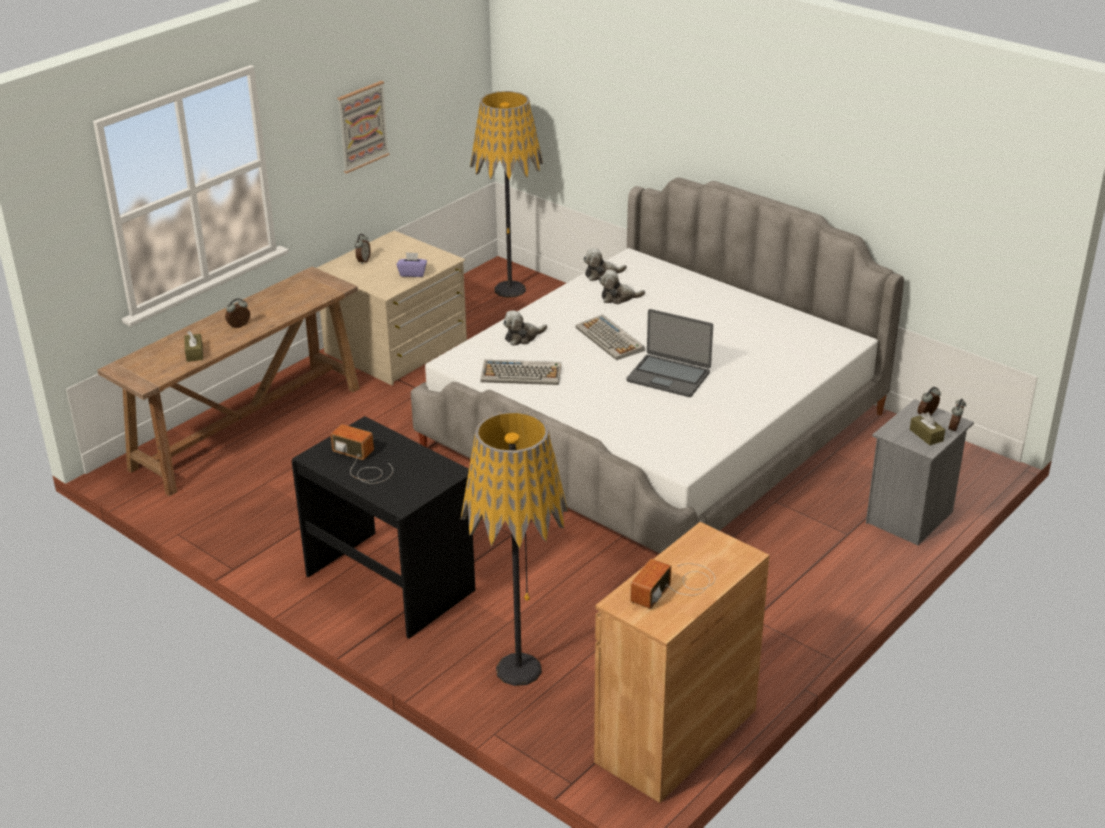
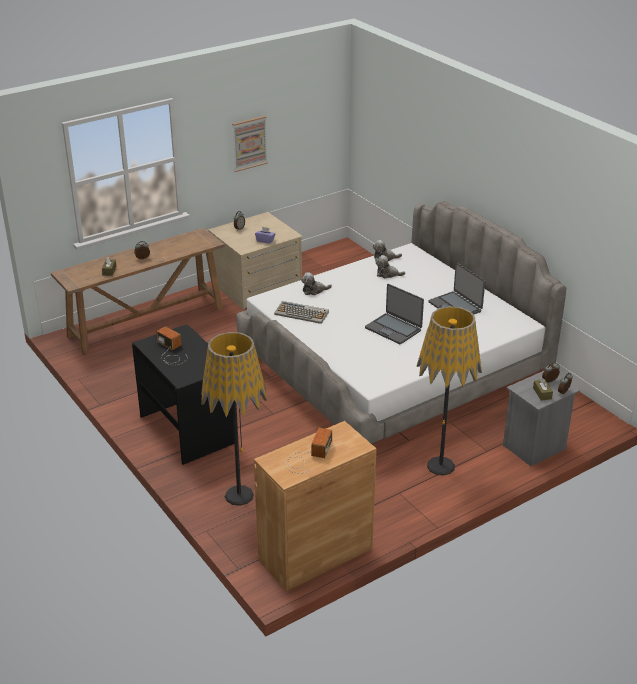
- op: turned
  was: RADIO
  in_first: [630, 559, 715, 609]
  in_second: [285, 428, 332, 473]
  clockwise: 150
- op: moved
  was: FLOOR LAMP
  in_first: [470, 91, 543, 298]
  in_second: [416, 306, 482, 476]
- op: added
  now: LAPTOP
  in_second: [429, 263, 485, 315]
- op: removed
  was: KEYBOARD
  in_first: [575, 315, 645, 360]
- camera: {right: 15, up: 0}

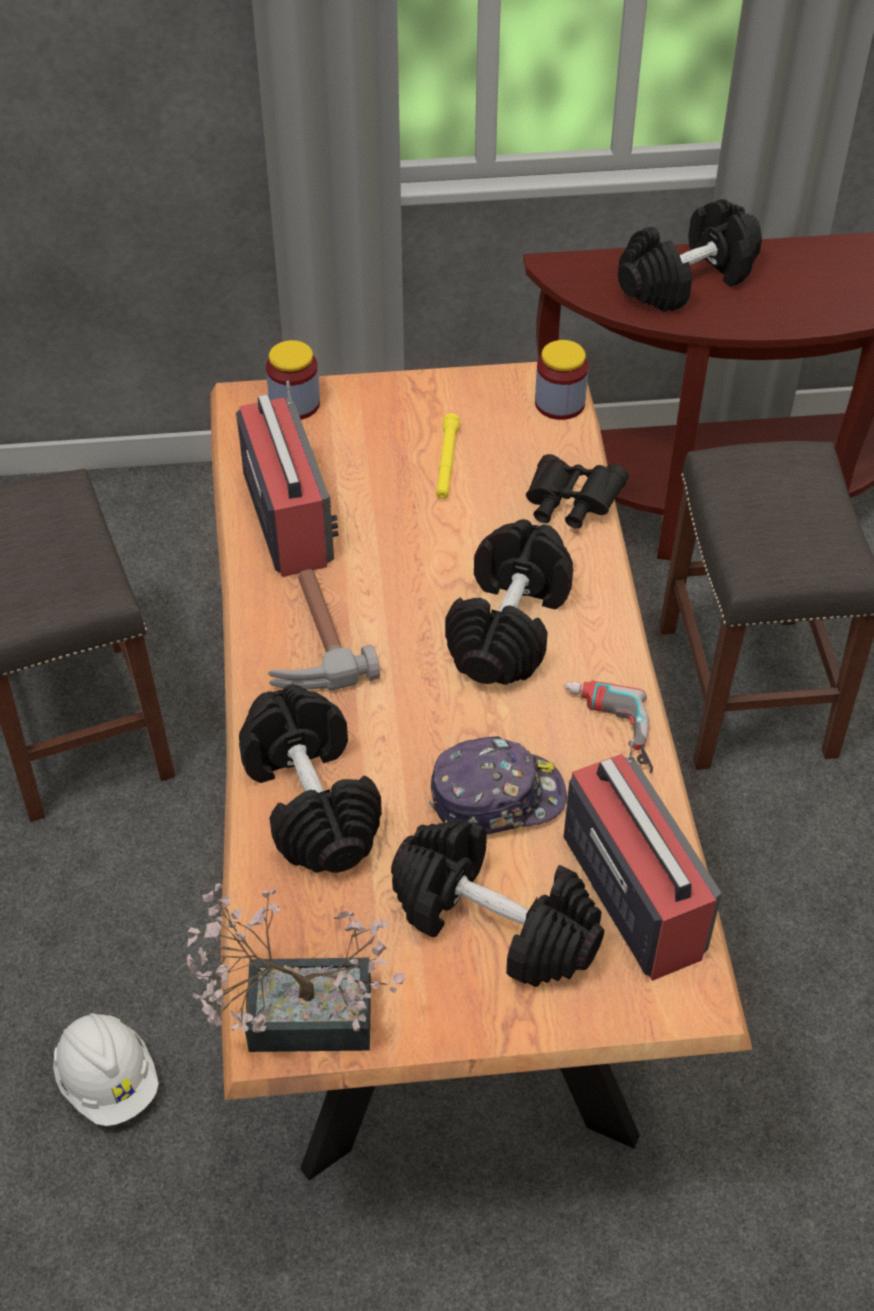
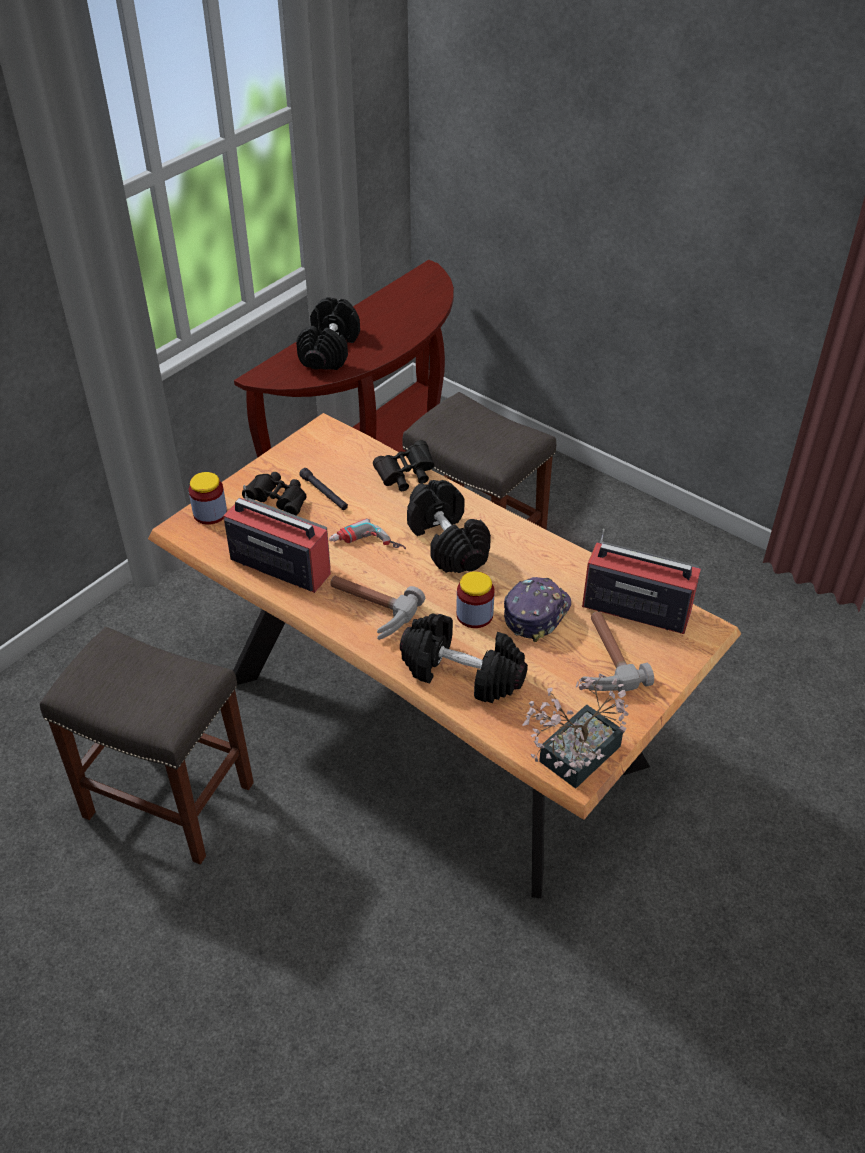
- op: added
  now: BLACK BINOCULARS
  in_second: [242, 472, 307, 516]
- op: recoloured
  was: YELLOW FLASHLIGHT
  now: BLACK FLASHLIGHT
  in_first: [436, 413, 460, 499]
  in_second: [299, 468, 348, 510]
- op: moved
  was: POWER DRILL
  in_first: [564, 680, 653, 774]
  in_second: [329, 518, 406, 549]
- op: moved
  was: JAR
  in_first: [535, 340, 589, 420]
  in_second: [456, 571, 495, 628]
- op: replaced
  was: BLACK DUMBBELL
  now: HAMMER
  in_first: [391, 820, 604, 987]
  in_second: [581, 612, 654, 692]
- op: removed
  was: WHITE HARD HAT
  in_first: [53, 1013, 159, 1126]
- camera: {right: -45, up: -5}

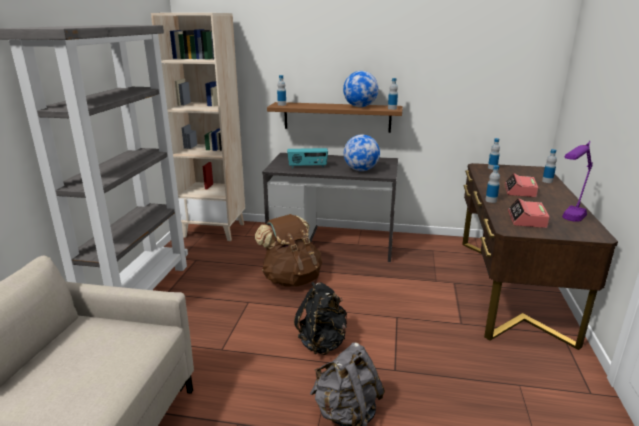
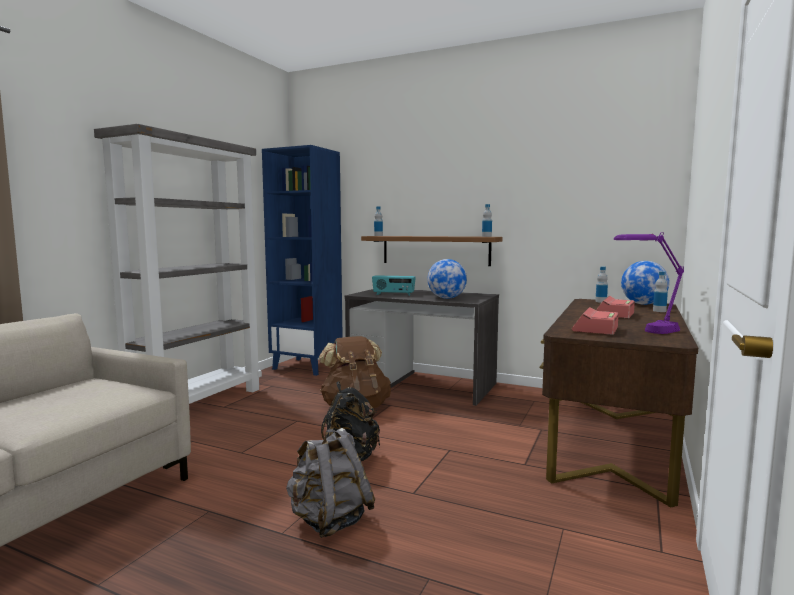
- op: recoloured
  was: BEIGE BOOKCASE
  now: BLUE BOOKCASE
  in_first: [151, 13, 245, 241]
  in_second: [262, 145, 343, 376]
- op: moved
  was: GLOBE
  in_first: [343, 71, 378, 107]
  in_second: [621, 261, 670, 305]
- op: removed
  was: BOTTLE
  in_first: [485, 165, 500, 203]
- camera: {right: 15, up: -15}

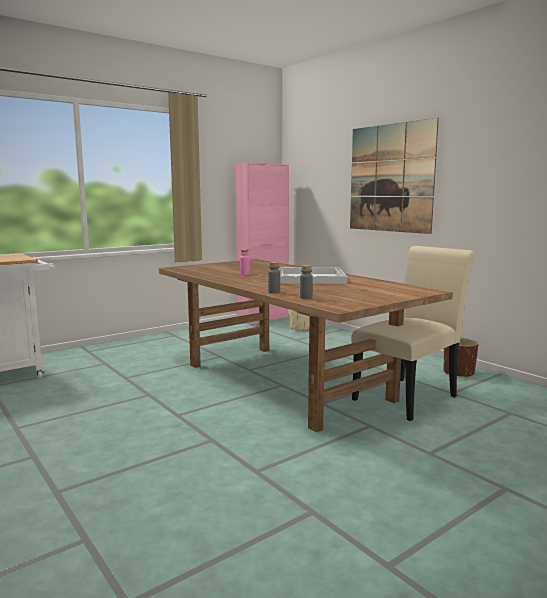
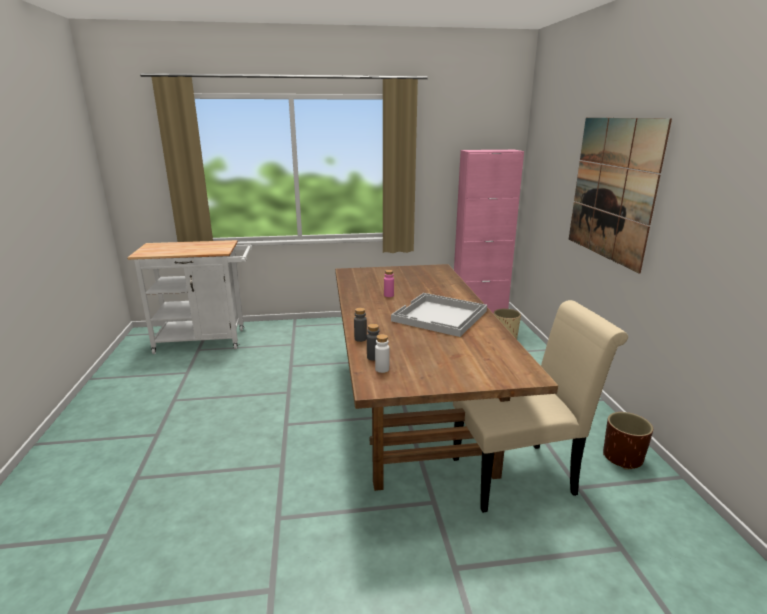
- op: added
  now: WHITE BOTTLE
  in_second: [375, 334, 389, 373]
- camera: {right: 30, up: 10}

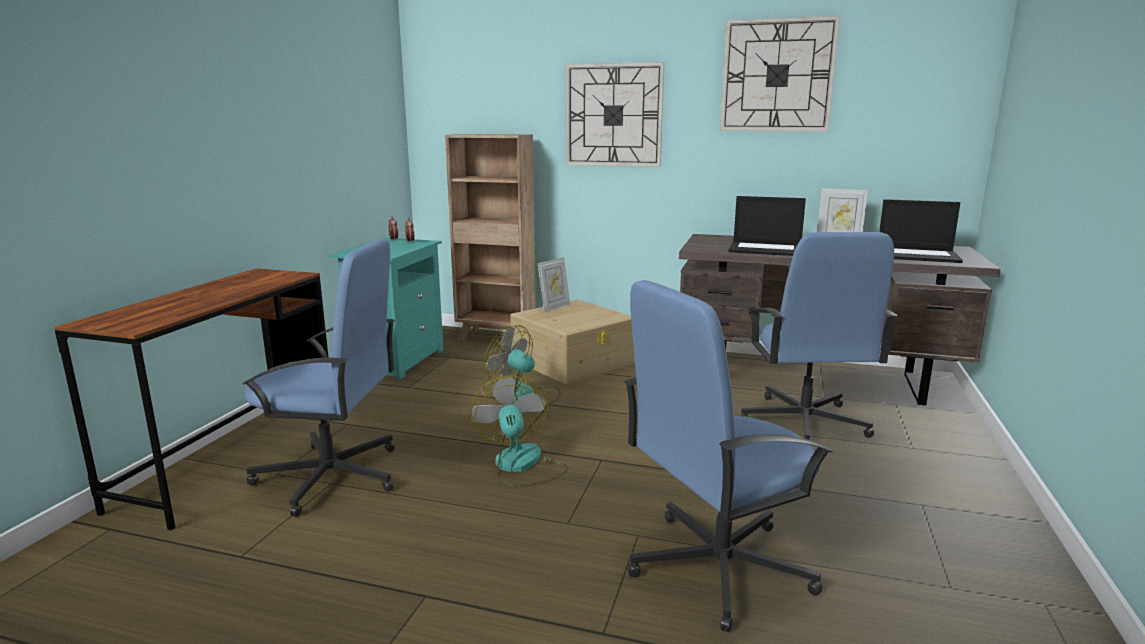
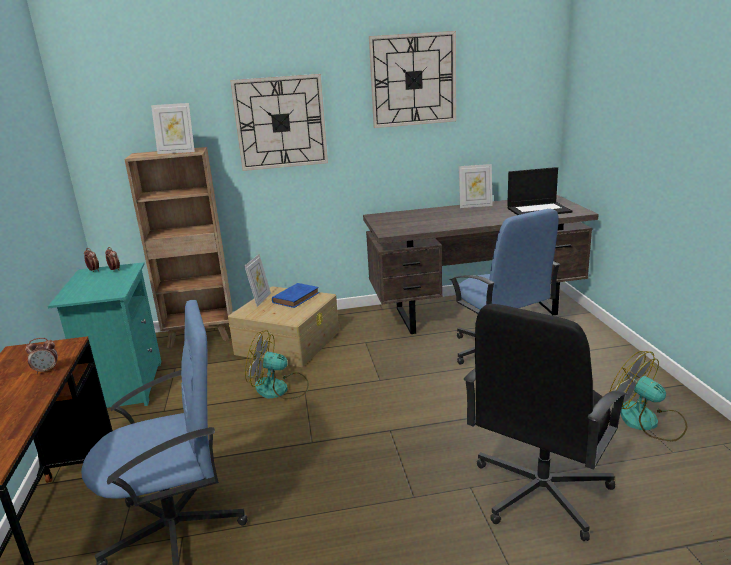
- op: added
  now: ALARM CLOCK
  in_second: [25, 338, 58, 374]
- op: added
  now: PICTURE FRAME
  in_second: [151, 103, 195, 154]
- op: added
  now: BLUE BOOK
  in_second: [272, 283, 319, 308]
- op: recoloured
  was: BLUE OFFICE CHAIR
  now: BLACK OFFICE CHAIR
  in_first: [624, 280, 833, 632]
  in_second: [464, 304, 628, 541]
- op: moved
  was: FAN
  in_first: [469, 375, 568, 487]
  in_second: [610, 351, 687, 441]
- op: removed
  was: LAPTOP
  in_first: [729, 196, 806, 256]
- camera: {right: -25, up: 5}

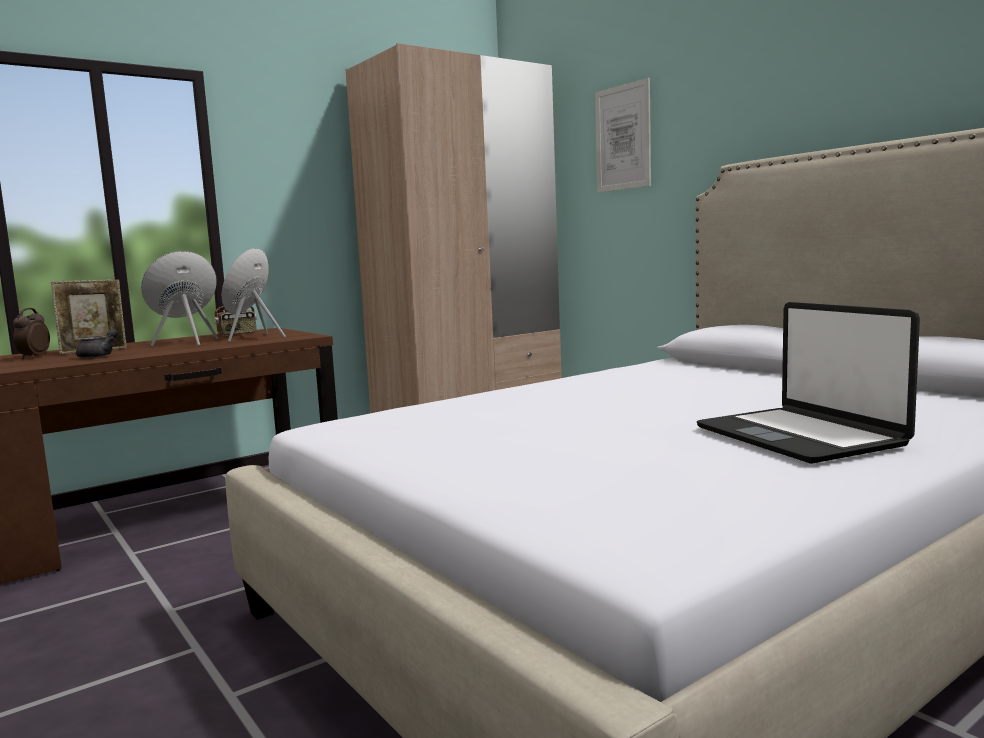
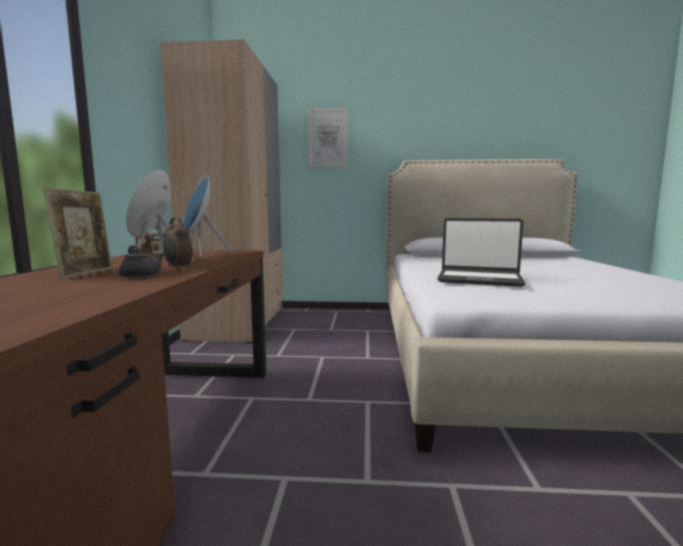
- op: moved
  was: ALARM CLOCK
  in_first: [13, 308, 50, 359]
  in_second: [163, 217, 193, 270]
- op: moved
  was: LAPTOP
  in_first: [697, 302, 920, 464]
  in_second: [437, 218, 525, 287]
- camera: {right: -50, up: 0}

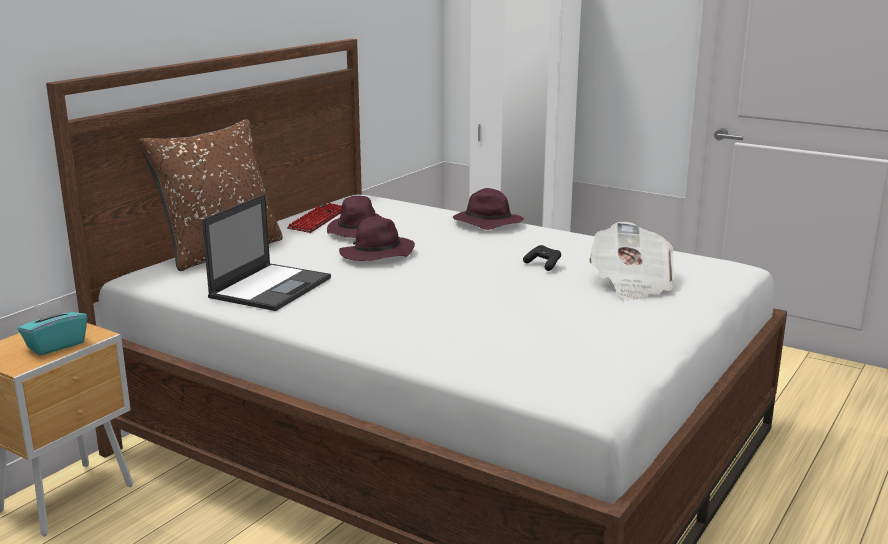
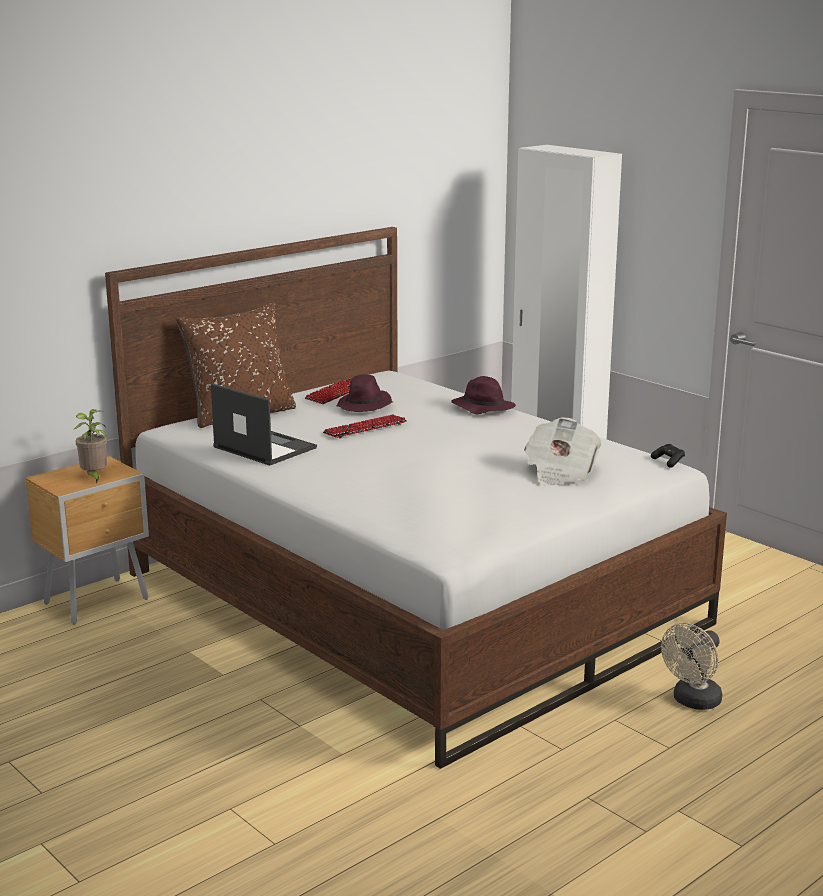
- op: replaced
  was: TURQUOISE TISSUE BOX
  now: POTTED PLANT
  in_first: [18, 299, 87, 356]
  in_second: [73, 409, 107, 484]
- op: turned
  was: LAPTOP
  in_first: [202, 194, 331, 311]
  in_second: [211, 383, 317, 466]
  clockwise: -90
- op: replaced
  was: PURPLE HAT
  now: KEYBOARD
  in_first: [339, 216, 415, 261]
  in_second: [323, 415, 407, 438]
- op: moved
  was: BLACK GAME CONTROLLER
  in_first: [523, 245, 561, 271]
  in_second: [651, 444, 685, 468]
- op: added
  now: BEIGE FAN
  in_second: [661, 623, 722, 710]
- camera: {right: 15, up: 0}

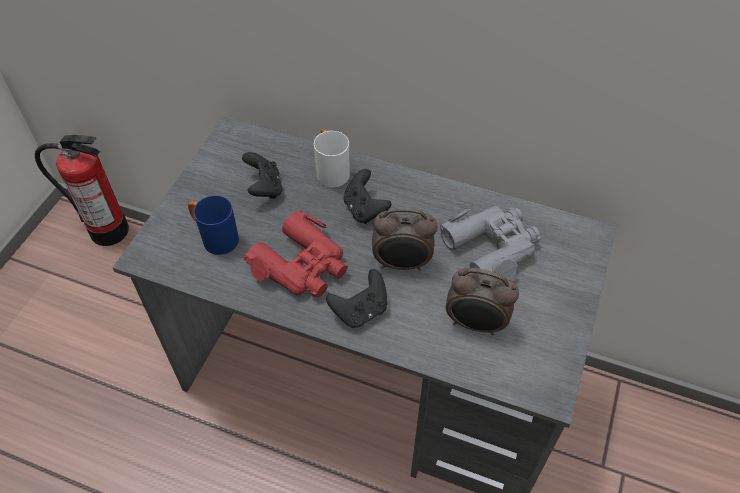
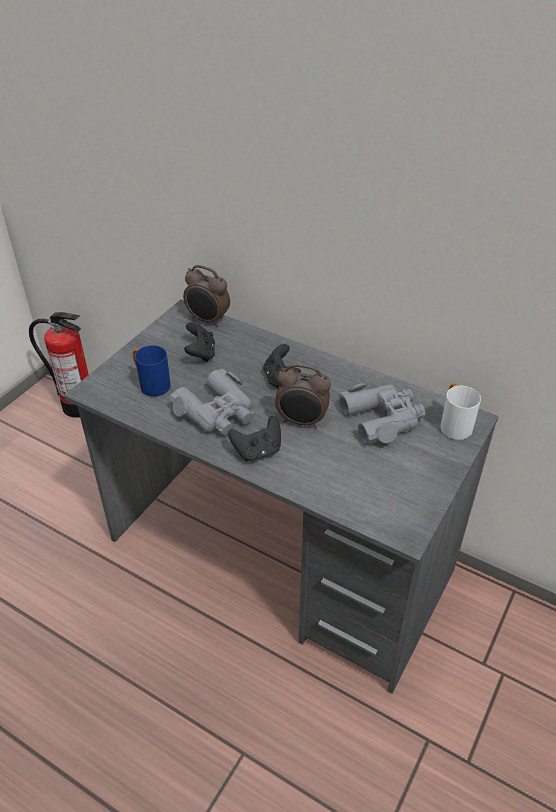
- op: recoloured
  was: RED BINOCULARS
  now: GREY BINOCULARS
  in_first: [243, 210, 348, 297]
  in_second: [169, 369, 254, 435]
- op: moved
  was: ALARM CLOCK
  in_first: [446, 268, 519, 336]
  in_second: [183, 265, 230, 327]
- op: moved
  was: WHITE MUG
  in_first: [314, 129, 350, 187]
  in_second: [441, 384, 481, 440]
- camera: {right: 10, up: -10}

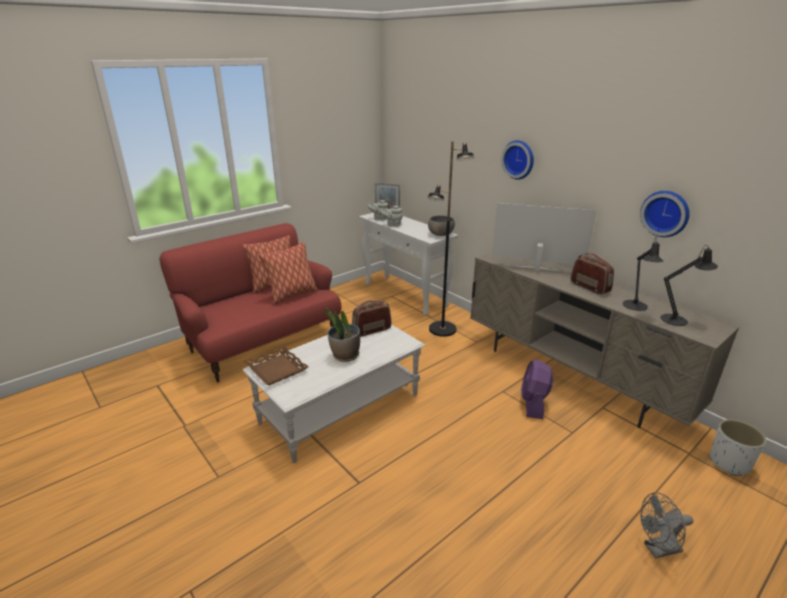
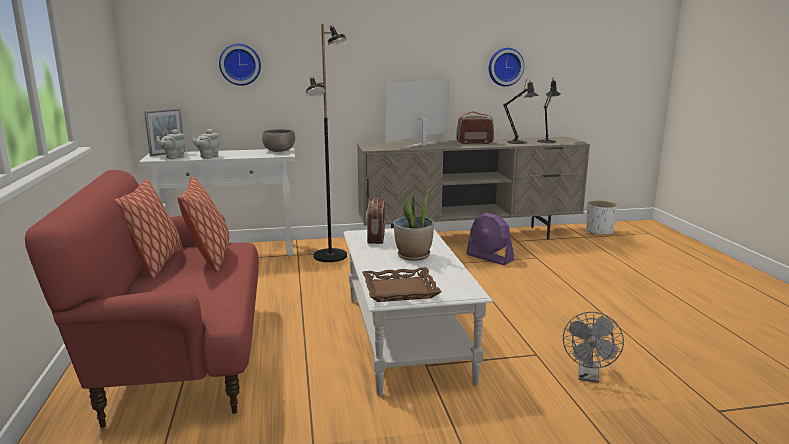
- op: moved
  was: WALL CLOCK
  in_first: [501, 140, 534, 180]
  in_second: [219, 44, 261, 86]
- op: moved
  was: GREY FAN
  in_first: [640, 492, 693, 559]
  in_second: [563, 312, 624, 383]
- camera: {right: -60, up: -10}

